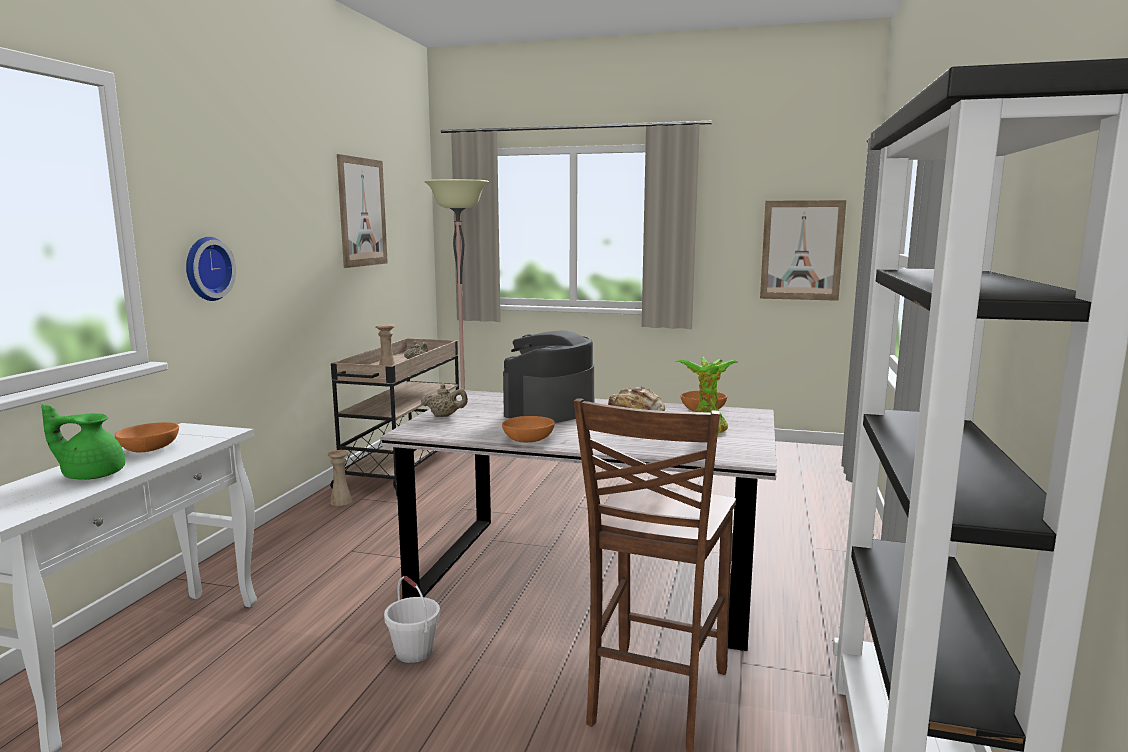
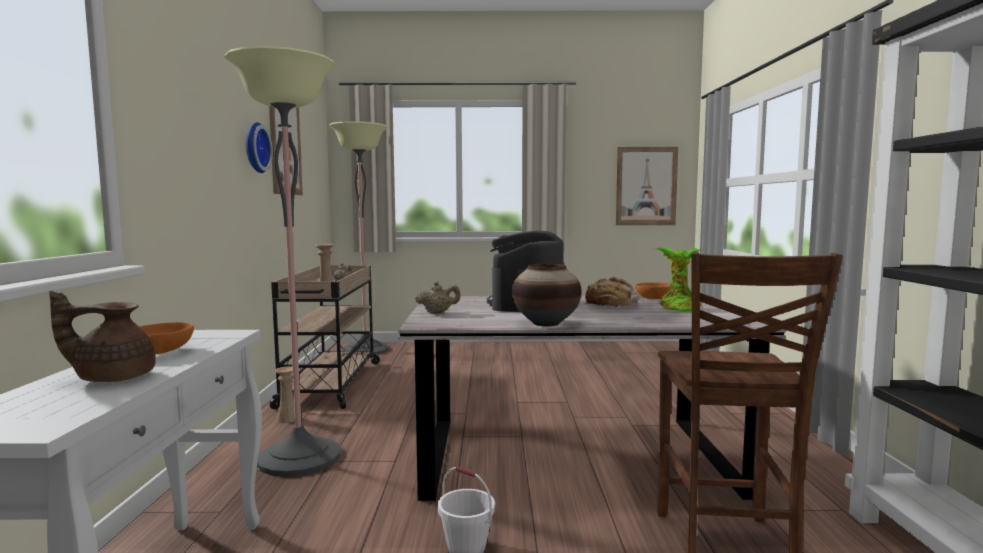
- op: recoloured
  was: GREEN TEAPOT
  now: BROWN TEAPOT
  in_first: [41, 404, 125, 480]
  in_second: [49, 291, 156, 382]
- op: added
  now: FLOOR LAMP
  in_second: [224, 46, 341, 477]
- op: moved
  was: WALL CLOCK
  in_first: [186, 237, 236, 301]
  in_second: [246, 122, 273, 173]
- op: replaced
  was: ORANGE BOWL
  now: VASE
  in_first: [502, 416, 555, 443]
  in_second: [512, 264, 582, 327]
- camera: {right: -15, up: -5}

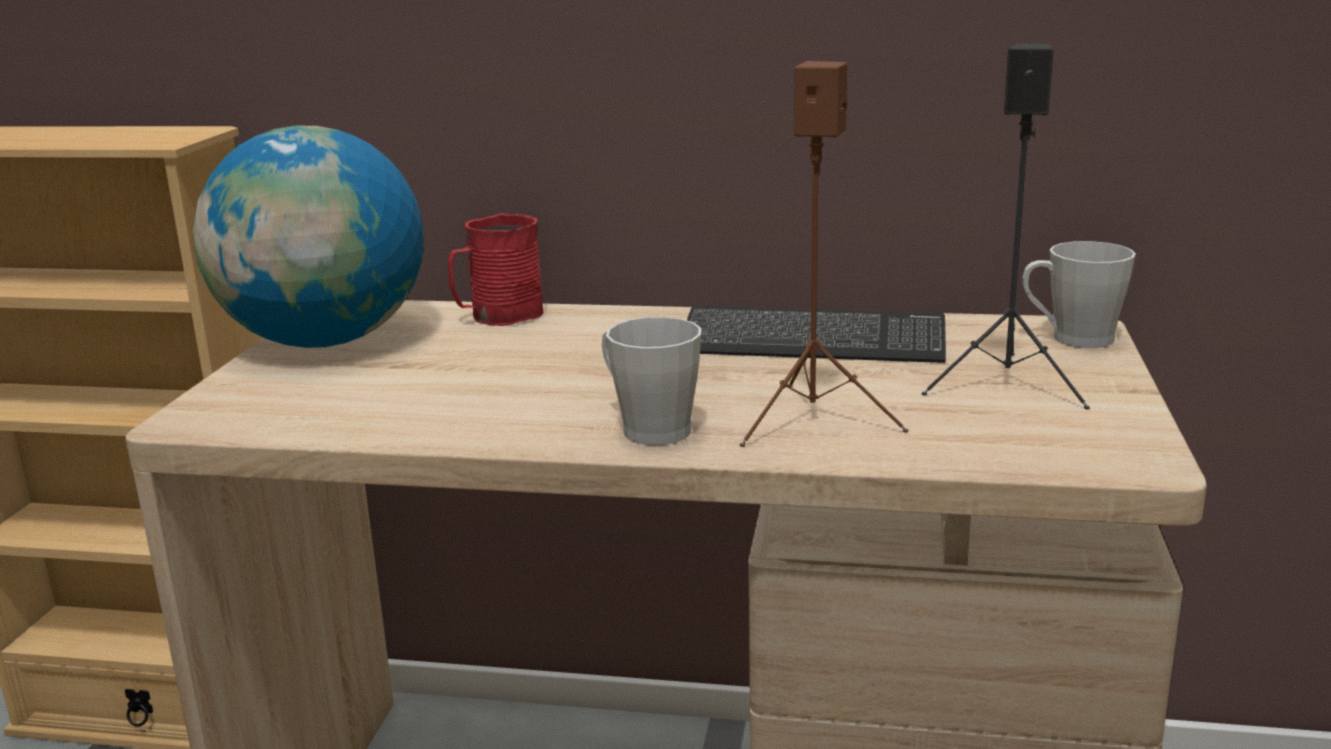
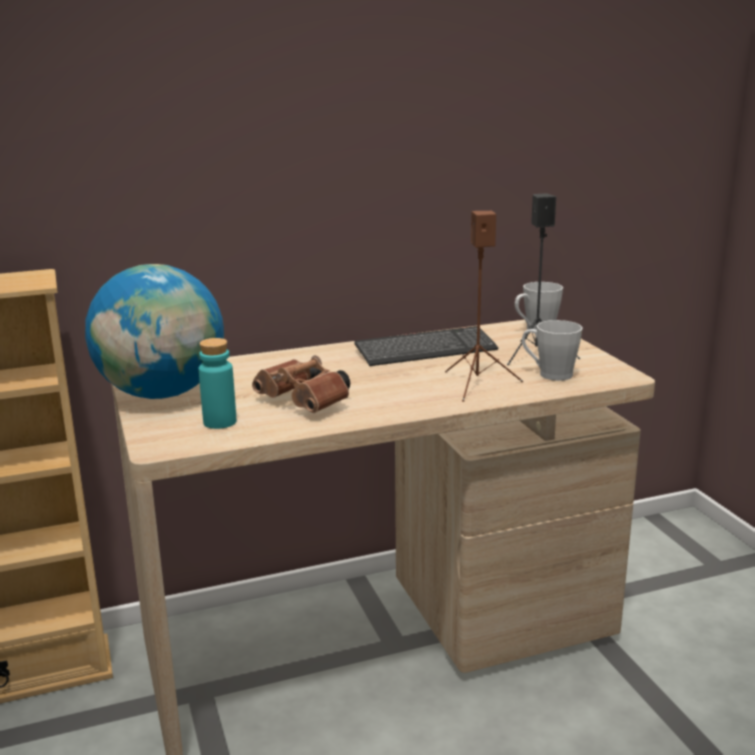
- op: added
  now: TURQUOISE BOTTLE
  in_second: [199, 338, 236, 429]
- op: added
  now: BROWN BINOCULARS
  in_second: [252, 355, 350, 413]
- op: moved
  was: GREY MUG
  in_first: [602, 317, 701, 445]
  in_second: [522, 320, 583, 381]
- op: removed
  was: RED MUG
  in_first: [448, 213, 544, 326]
- camera: {right: -30, up: 0}

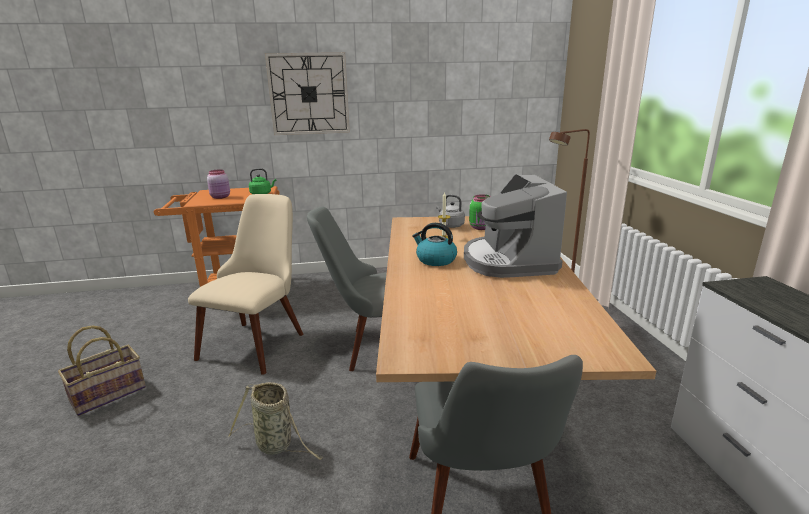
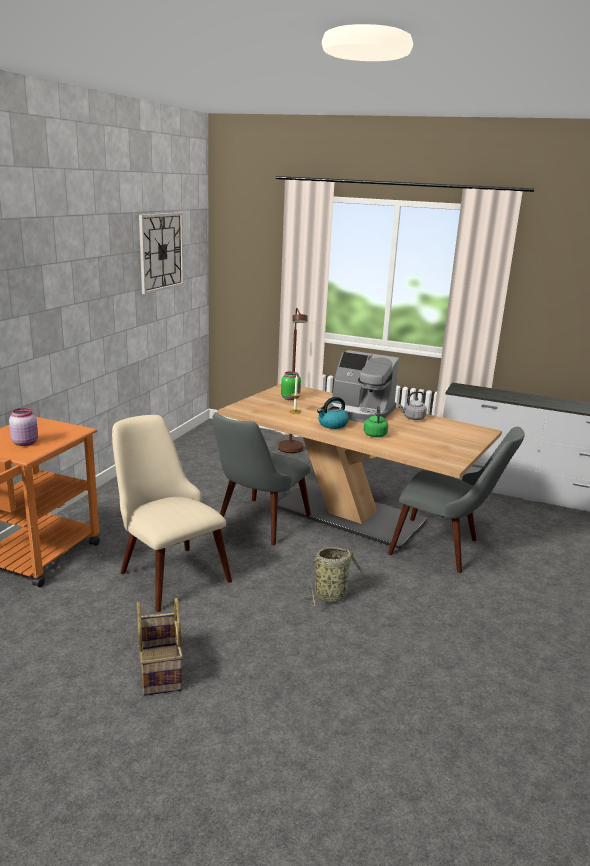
- op: moved
  was: WALL CLOCK
  in_first: [265, 52, 350, 135]
  in_second: [139, 213, 184, 294]
- op: moved
  was: GREEN KETTLE
  in_first: [249, 168, 276, 194]
  in_second: [364, 406, 388, 437]
- op: moved
  was: GREY KETTLE
  in_first: [436, 195, 465, 228]
  in_second: [399, 391, 427, 420]
- camera: {right: -60, up: 0}

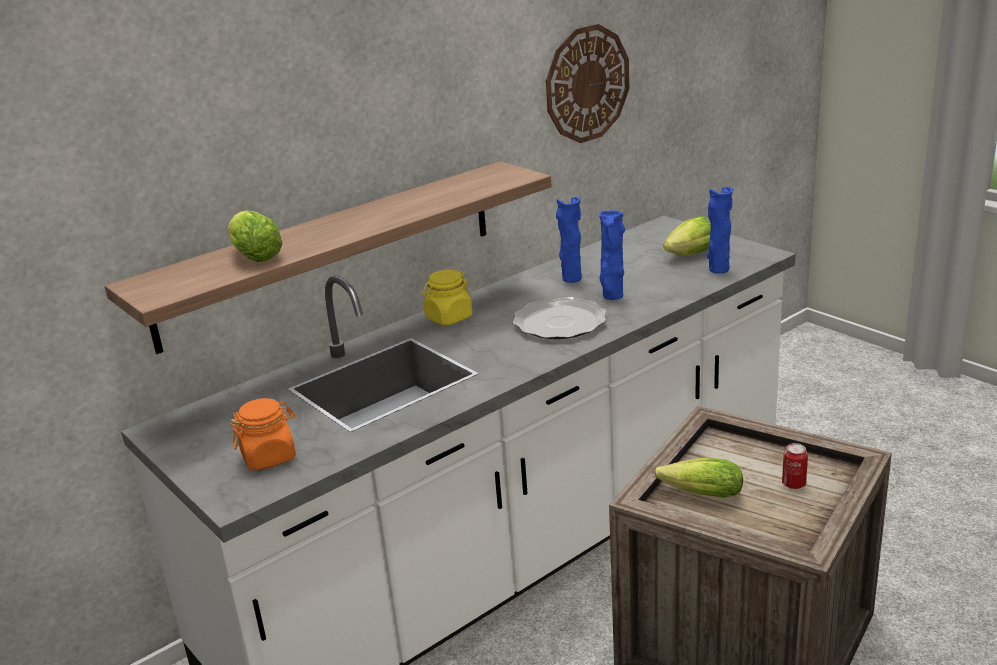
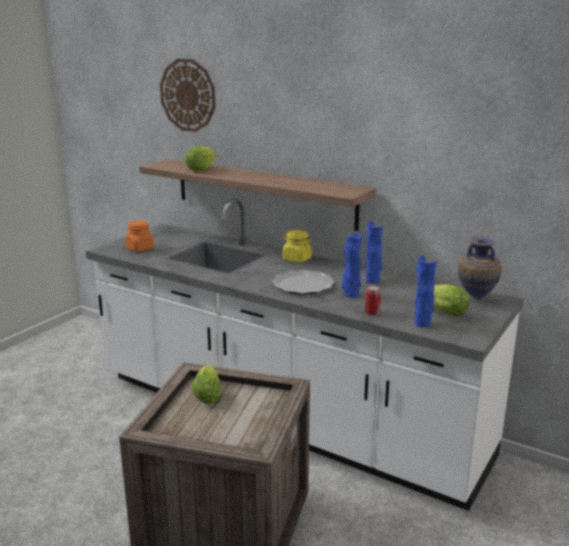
- op: moved
  was: WALL CLOCK
  in_first: [546, 24, 629, 143]
  in_second: [160, 59, 216, 132]
- op: moved
  was: CAN
  in_first: [782, 443, 808, 489]
  in_second: [365, 286, 381, 315]
- op: added
  now: VASE
  in_second: [458, 235, 502, 299]
- camera: {right: 70, up: -5}

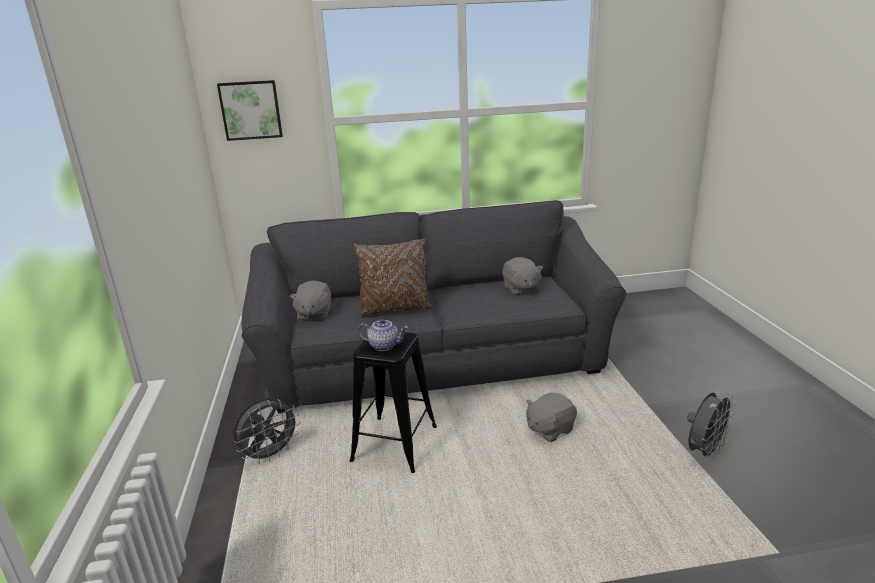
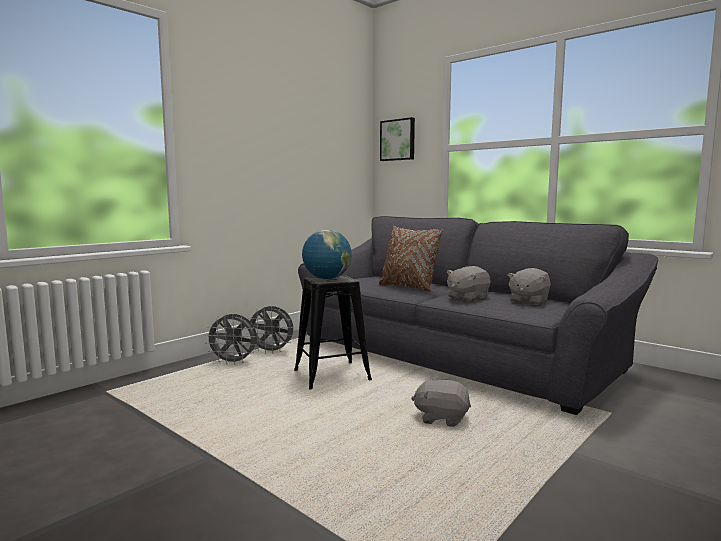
- op: moved
  was: GREY FAN
  in_first: [687, 392, 736, 462]
  in_second: [205, 313, 257, 365]
- op: replaced
  was: TEAPOT
  now: GLOBE
  in_first: [358, 319, 408, 351]
  in_second: [302, 230, 352, 280]
- op: moved
  was: GREY PLUSH TOY
  in_first: [289, 280, 331, 321]
  in_second: [447, 266, 491, 302]
- camera: {right: 50, up: -15}

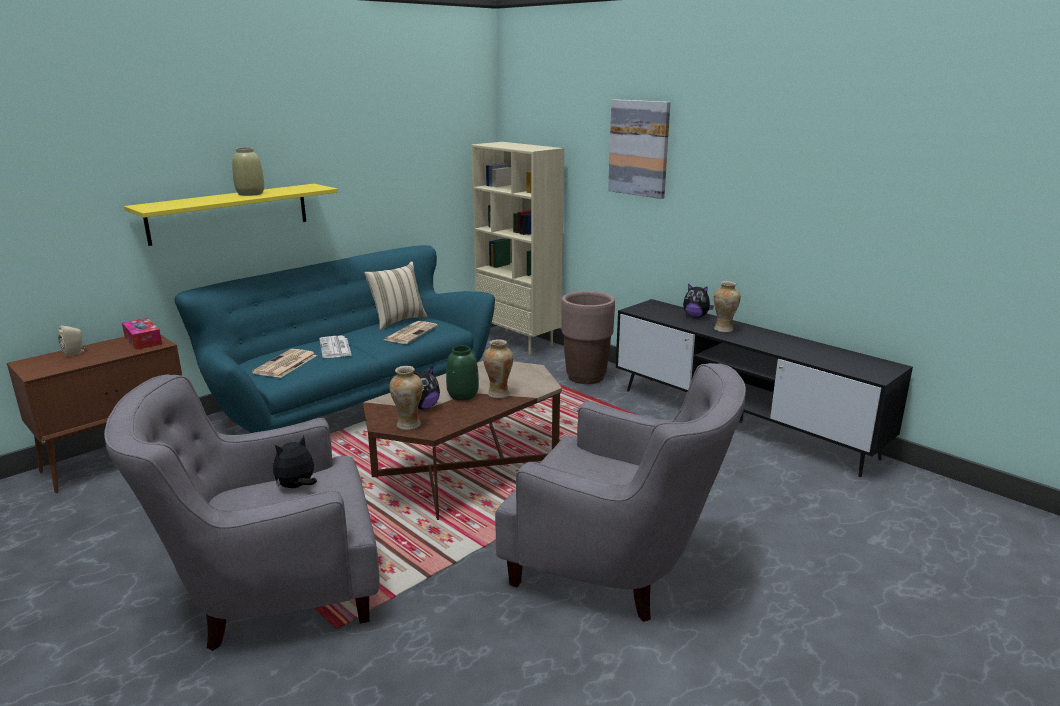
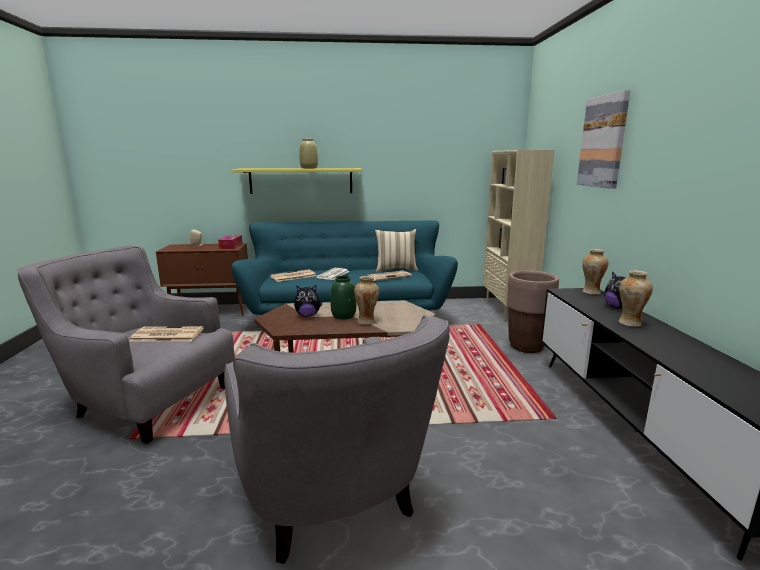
- op: replaced
  was: PLUSH TOY
  now: NEWSPAPER
  in_first: [273, 436, 317, 488]
  in_second: [129, 326, 204, 342]
- op: moved
  was: VASE
  in_first: [389, 366, 423, 430]
  in_second: [582, 249, 608, 295]
- camera: {right: 40, up: -5}

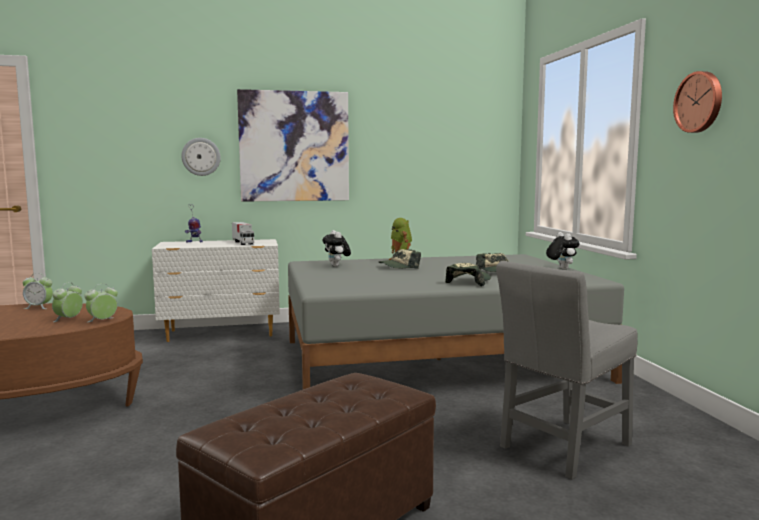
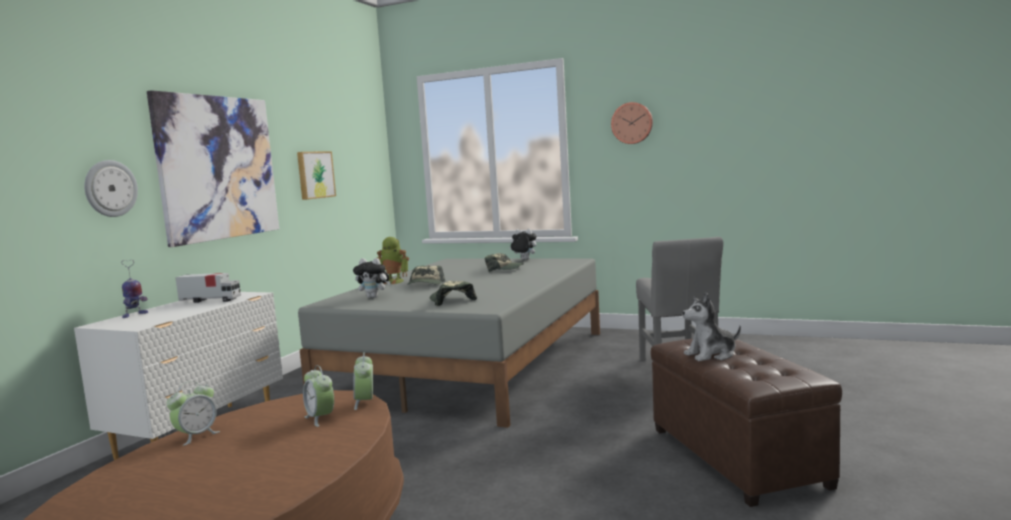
- op: added
  now: PICTURE
  in_second: [297, 151, 336, 200]
- op: moved
  was: CAP
  in_first: [445, 263, 491, 286]
  in_second: [430, 281, 477, 306]
- op: added
  now: PLUSH TOY
  in_second: [682, 292, 741, 361]
- camera: {right: -55, up: 0}

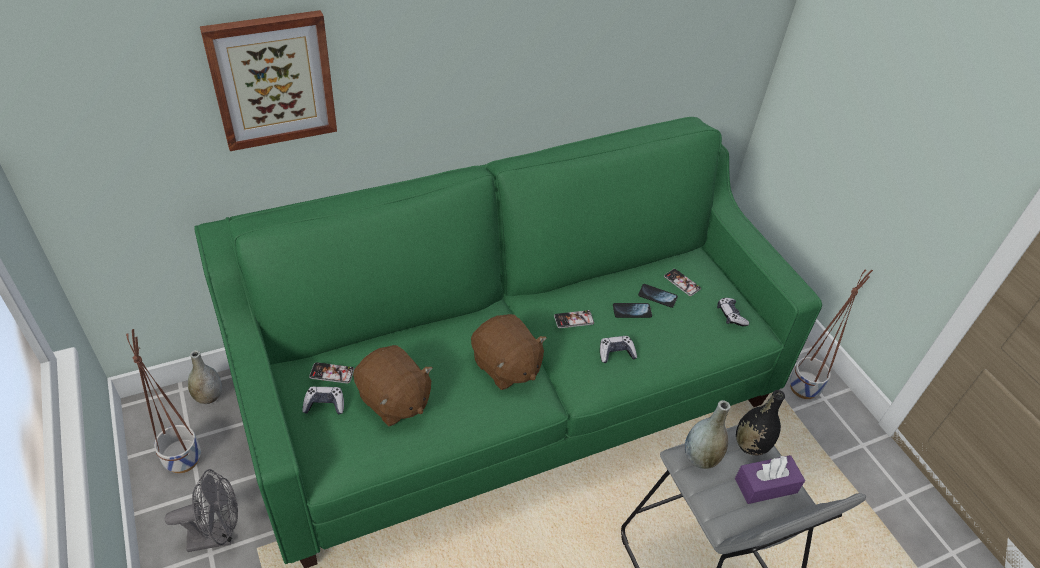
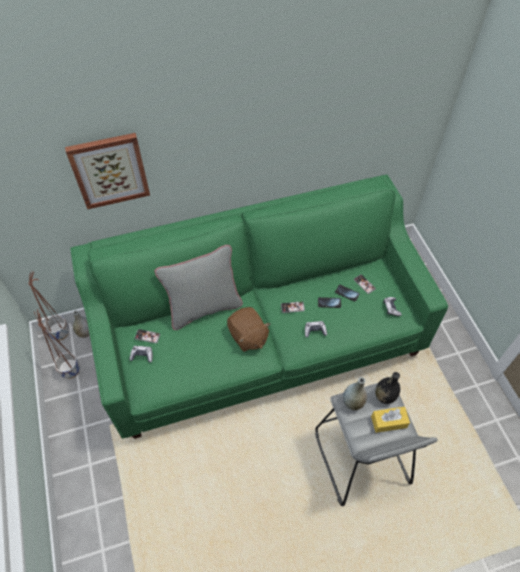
- op: moved
  was: PLANTER
  in_first: [790, 269, 873, 399]
  in_second: [28, 271, 69, 341]
- op: added
  now: GREY PILLOW
  in_second: [154, 245, 243, 330]
- op: recoloured
  was: PURPLE TISSUE BOX
  now: YELLOW TISSUE BOX
  in_first: [735, 455, 805, 504]
  in_second: [371, 406, 410, 433]
- op: removed
  was: GREY FAN
  in_first: [165, 469, 238, 552]
- op: removed
  was: BROWN PLUSH TOY
  in_first: [353, 345, 433, 426]
- camera: {right: 10, up: 10}

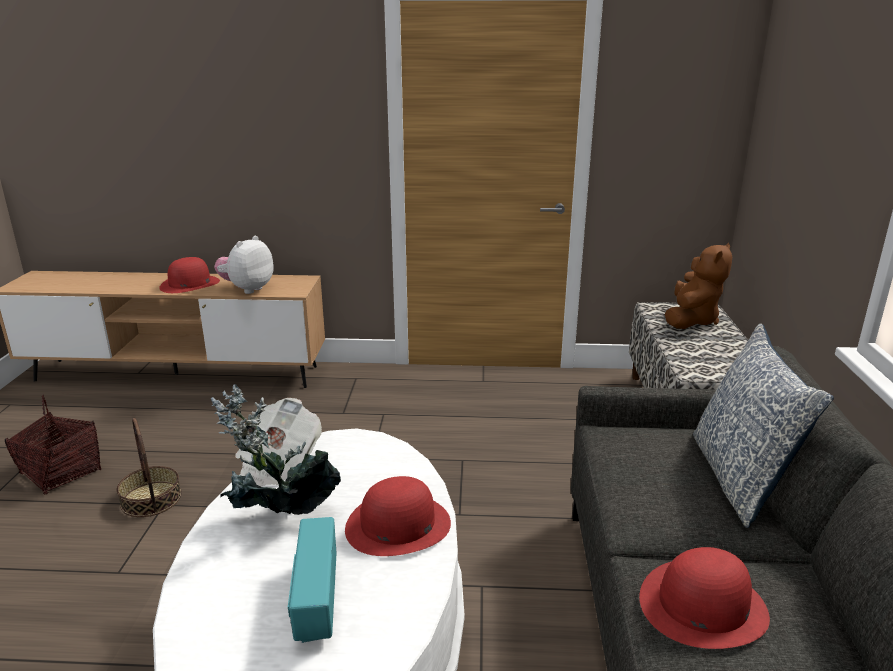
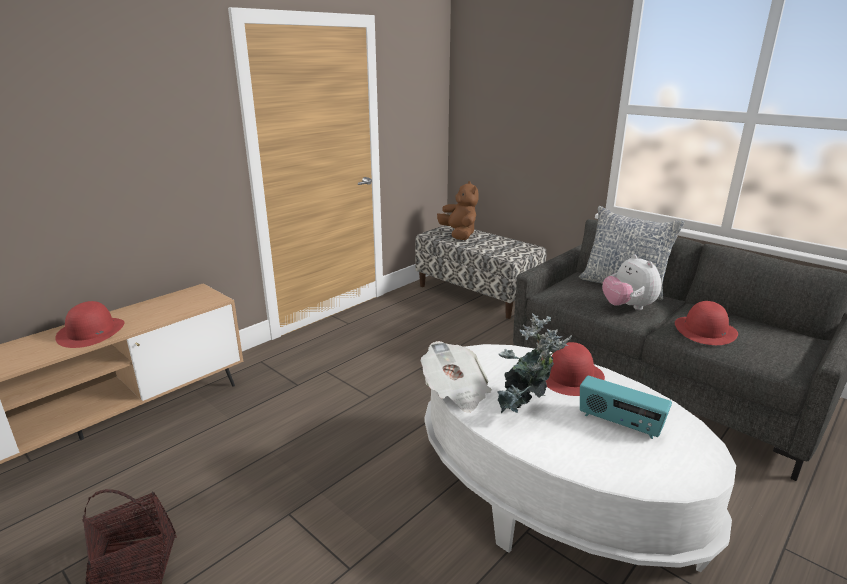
- op: moved
  was: PLUSH TOY
  in_first: [214, 236, 274, 294]
  in_second: [602, 254, 661, 310]
- op: removed
  was: BASKET
  in_first: [116, 418, 182, 517]
- camera: {right: -50, up: 0}

